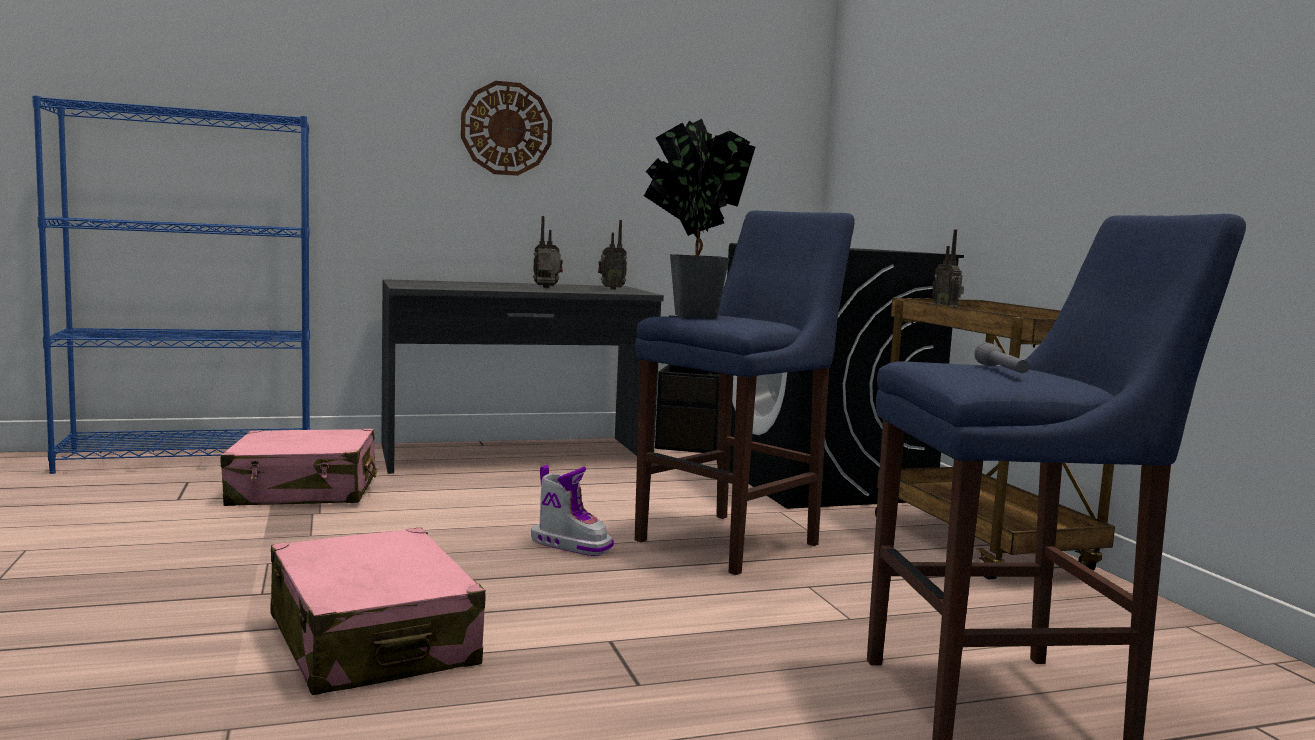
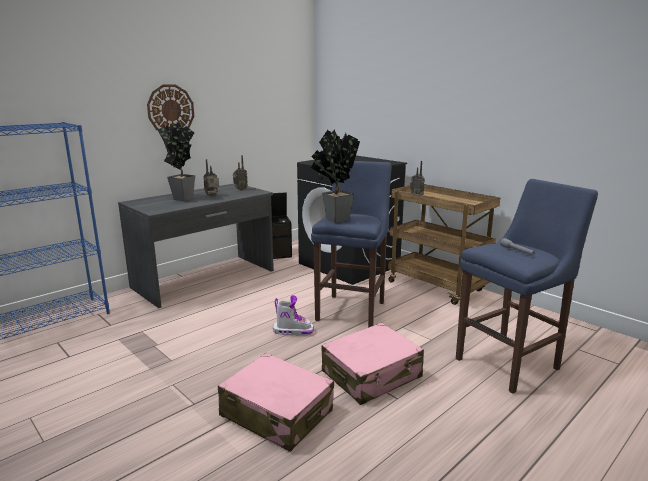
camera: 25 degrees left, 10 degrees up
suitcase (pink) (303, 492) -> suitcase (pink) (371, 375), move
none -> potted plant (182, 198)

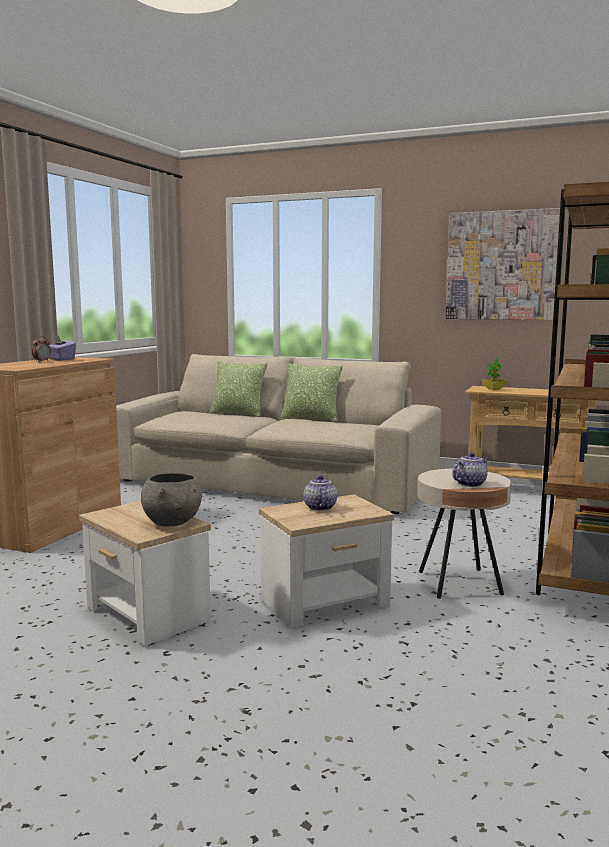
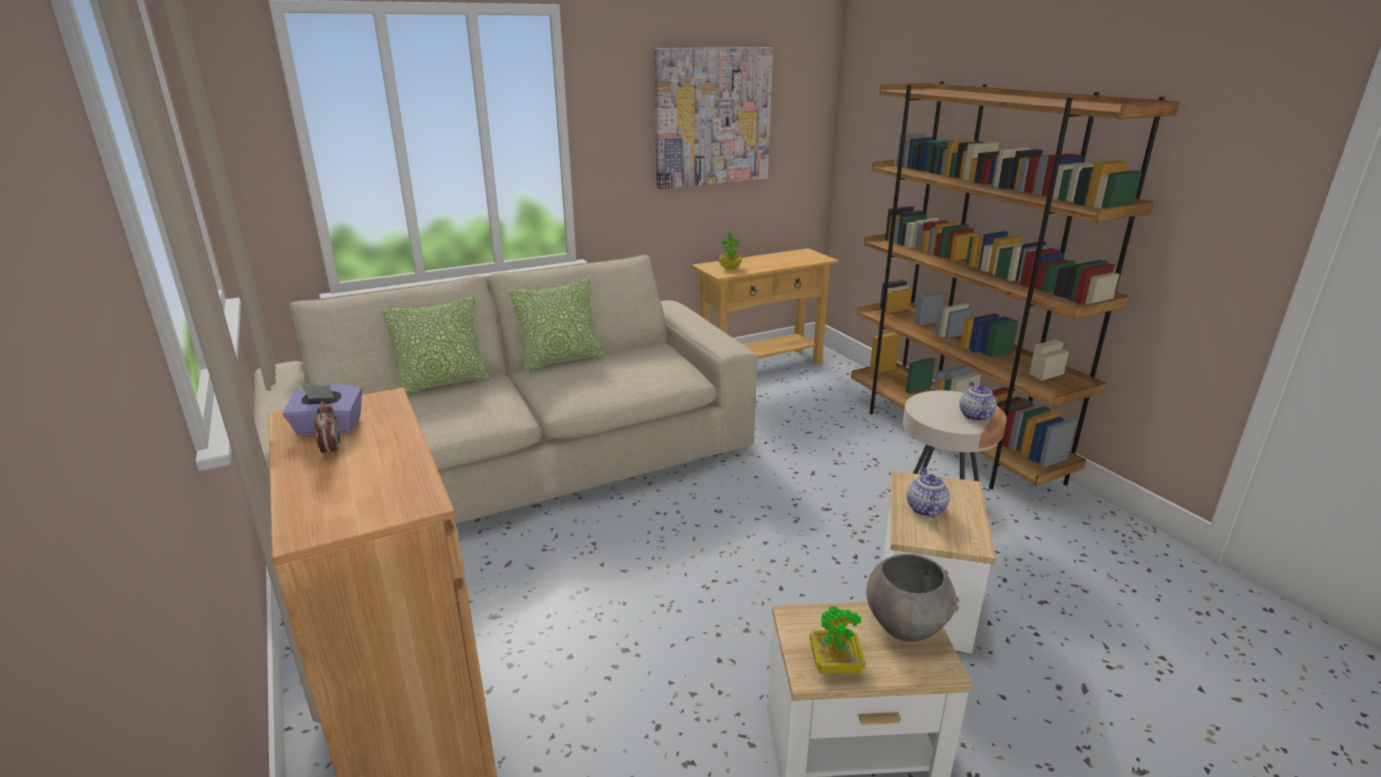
camera: 50 degrees left, 15 degrees up
teapot (319, 507) -> teapot (925, 508), 60 degrees clockwise
none -> potted plant (835, 665)

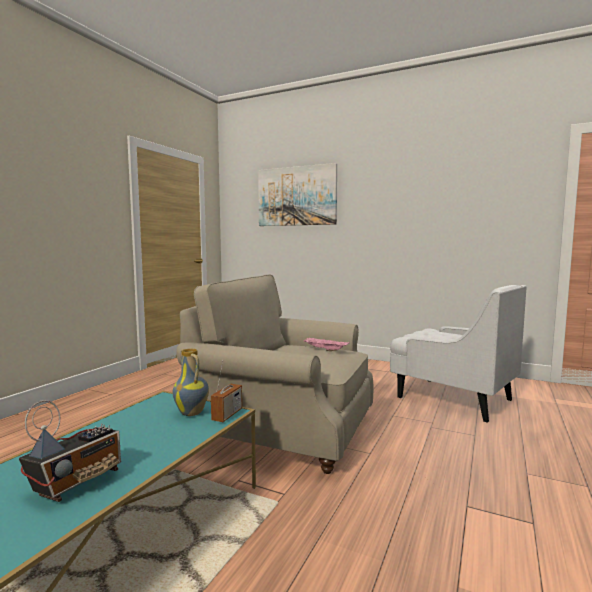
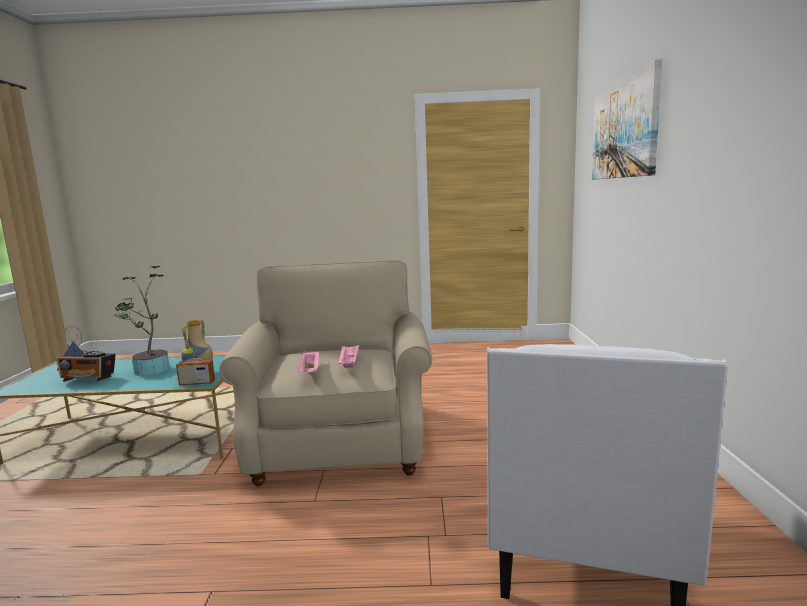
camera: 65 degrees right, 5 degrees up
none -> potted plant (150, 371)
none -> tray (pink) (310, 371)

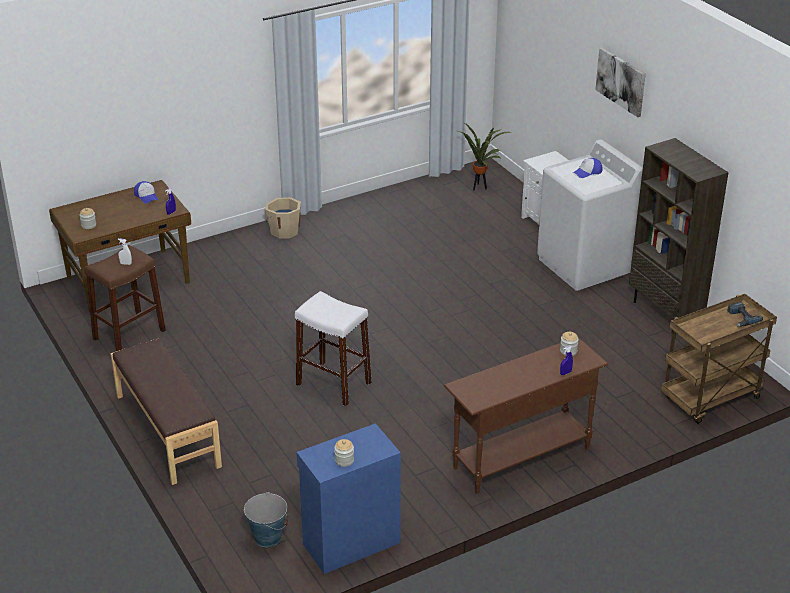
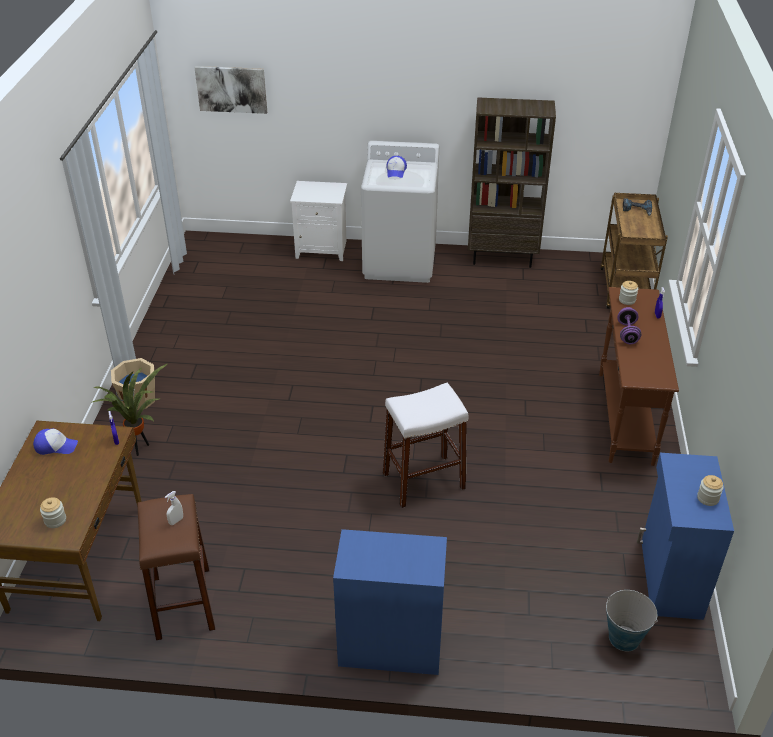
camera: 55 degrees left, 5 degrees up
bench (brown) (166, 431) -> cabinet (blue) (389, 645)
potted plant (479, 188) -> potted plant (140, 448), move
picture (621, 81) -> picture (231, 89), move
none -> dumbbell (purple) (627, 333)

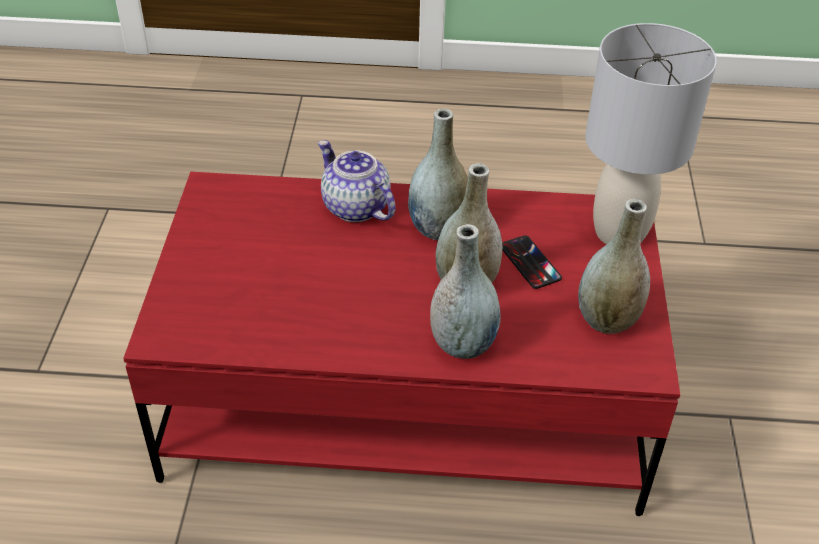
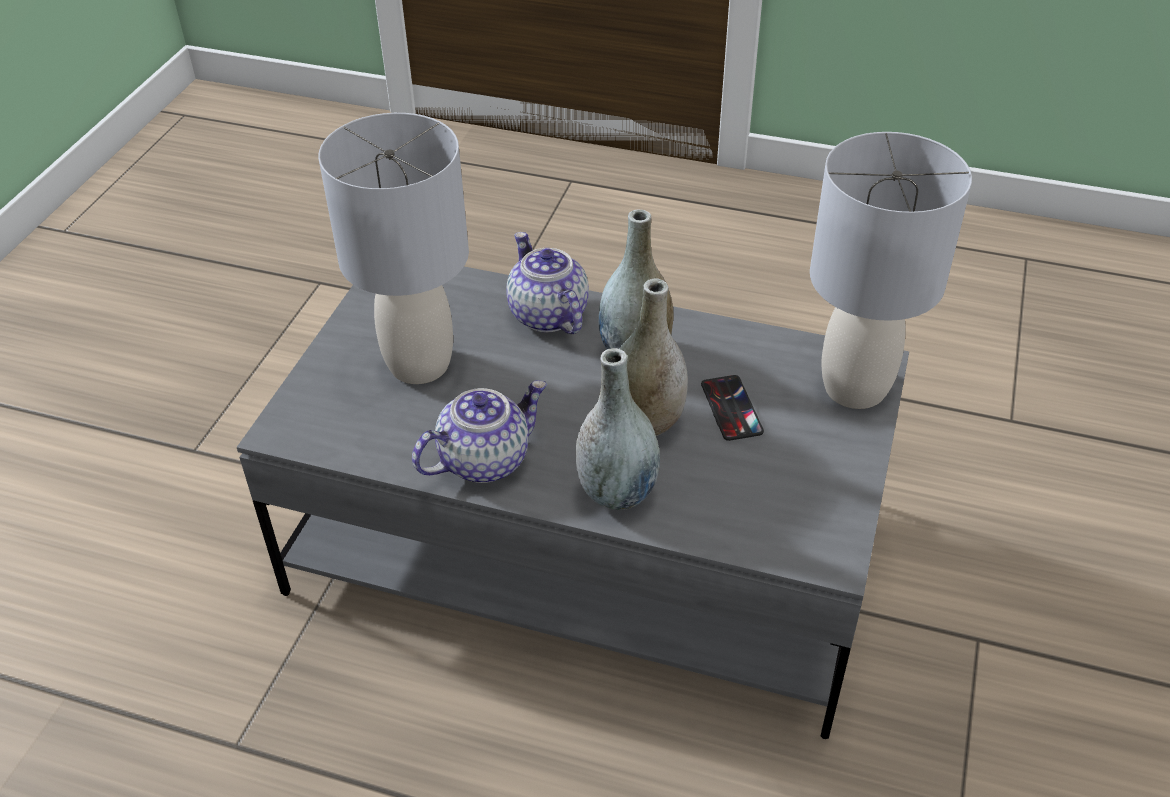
camera: 15 degrees right, 0 degrees up
coffee table (red) (405, 397) -> coffee table (grey) (586, 548)
vase (grey) (607, 320) -> none
none -> table lamp (grey) (418, 364)
none -> teapot (484, 459)

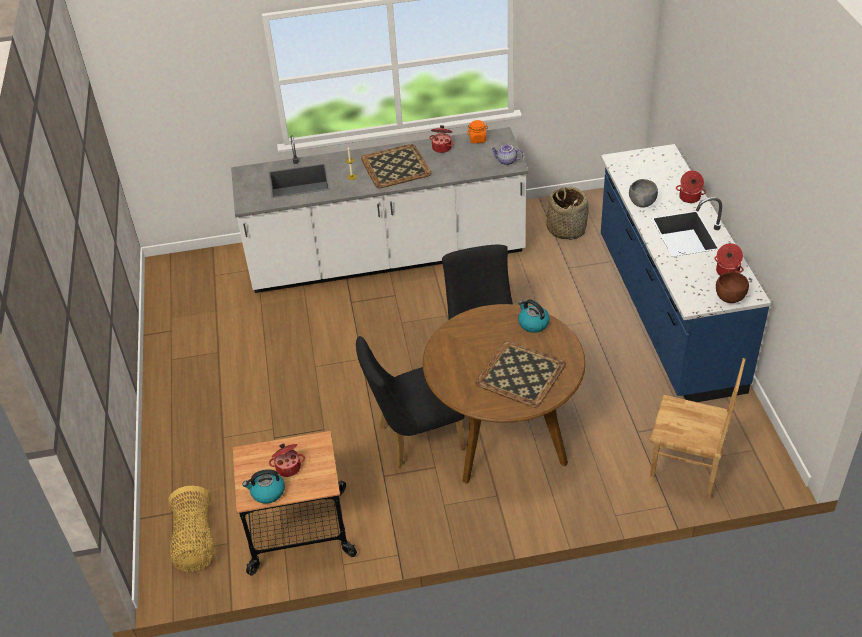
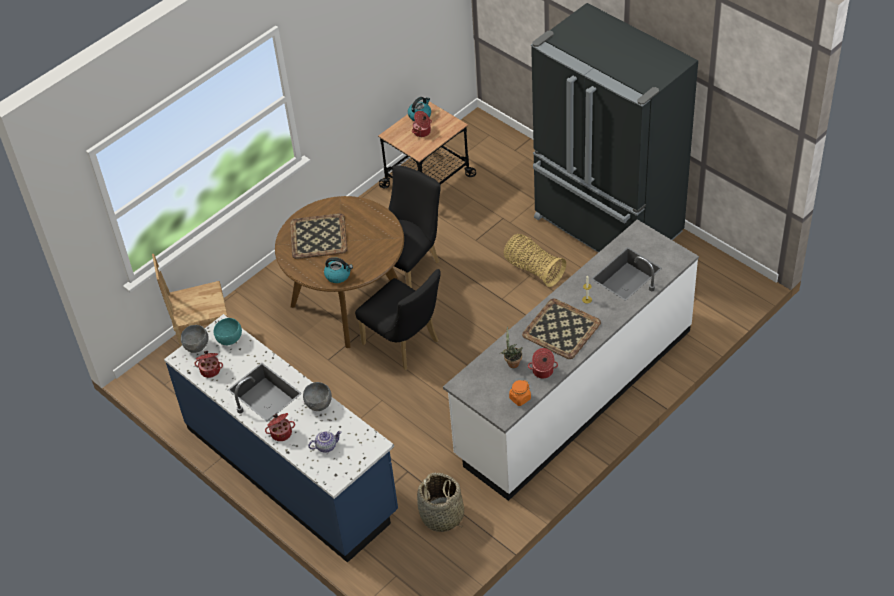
camera: 145 degrees right, 5 degrees up
basket (195, 542) -> basket (533, 269), move
teapot (506, 161) -> teapot (326, 446), move
bowl (brown) (729, 298) -> bowl (grey) (197, 346)
none -> bowl (turquoise) (230, 339)
none -> potted plant (512, 362)
none -> fridge (black) (606, 226)

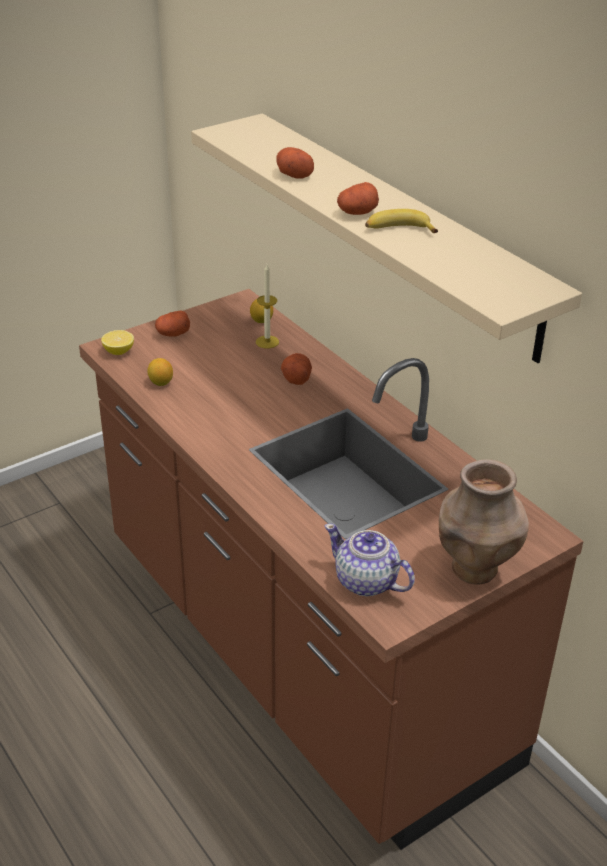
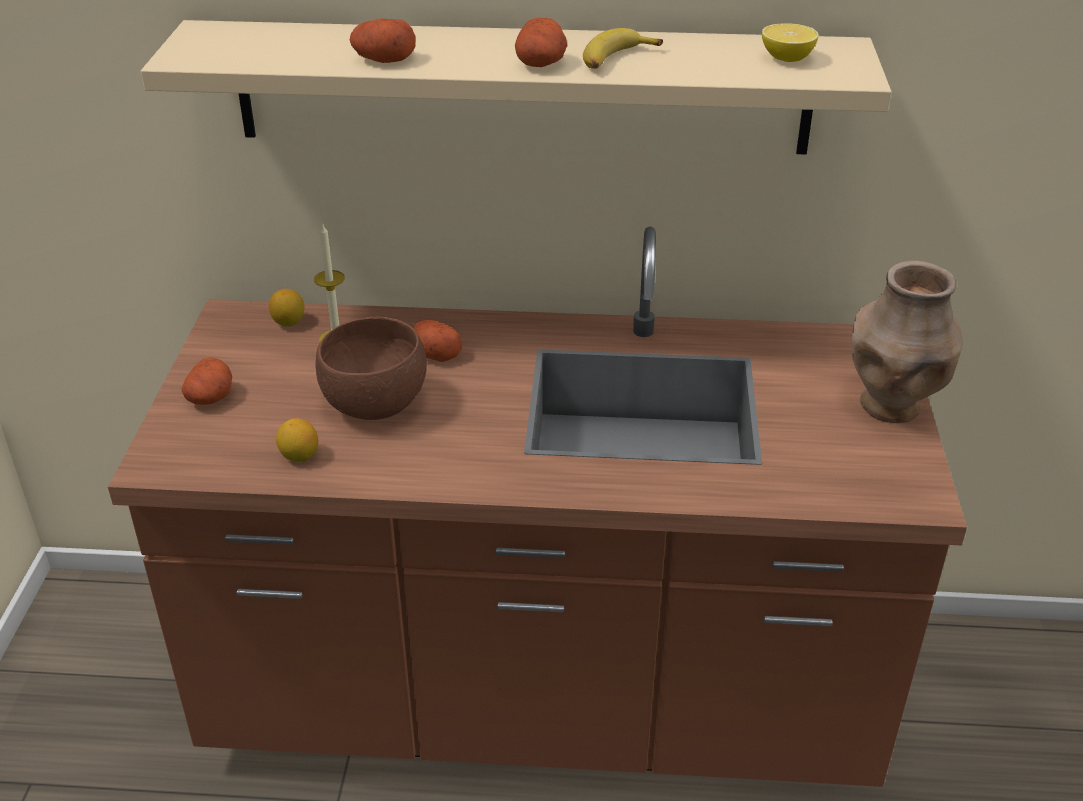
camera: 50 degrees left, 0 degrees up
lemon (118, 351) -> lemon (787, 58), move
teapot (366, 582) -> none
none -> bowl (brown) (374, 404)

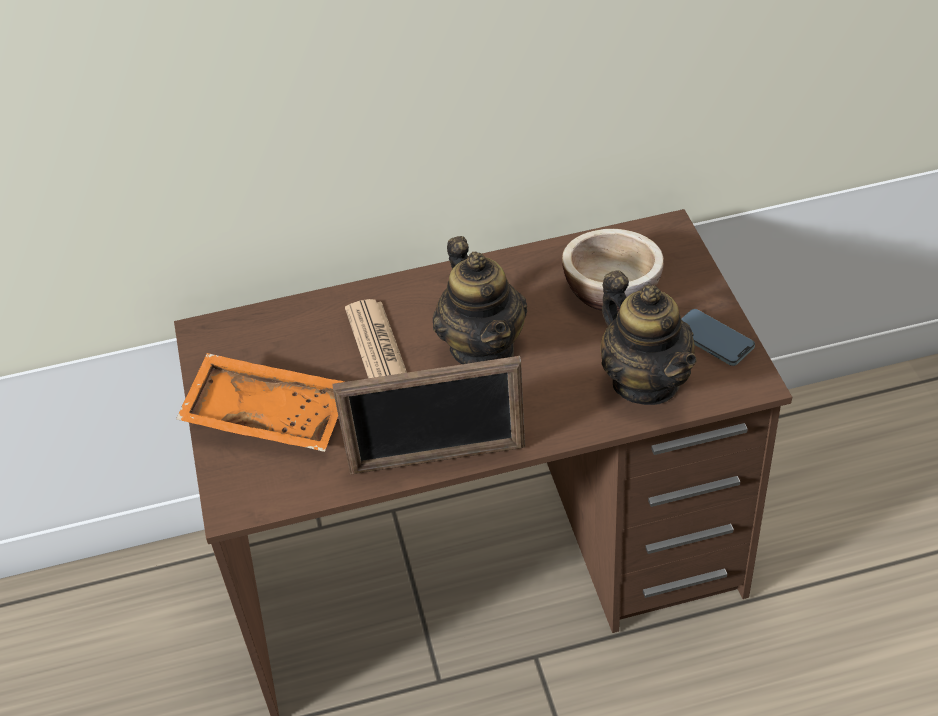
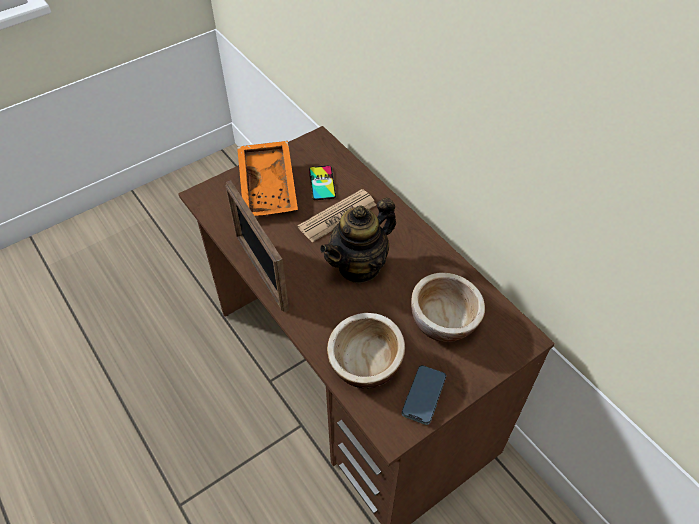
camera: 65 degrees right, 5 degrees up
teapot (645, 381) -> bowl (366, 363)
none -> phone (322, 183)

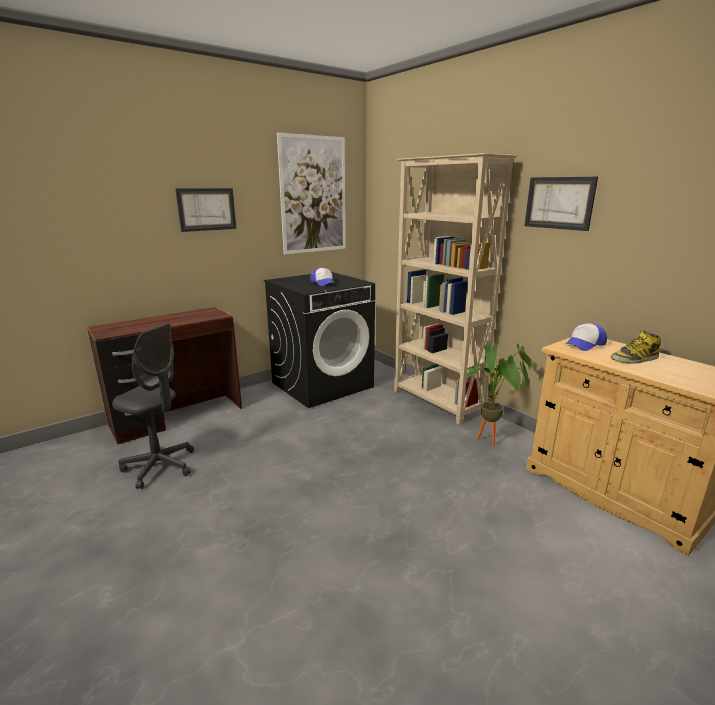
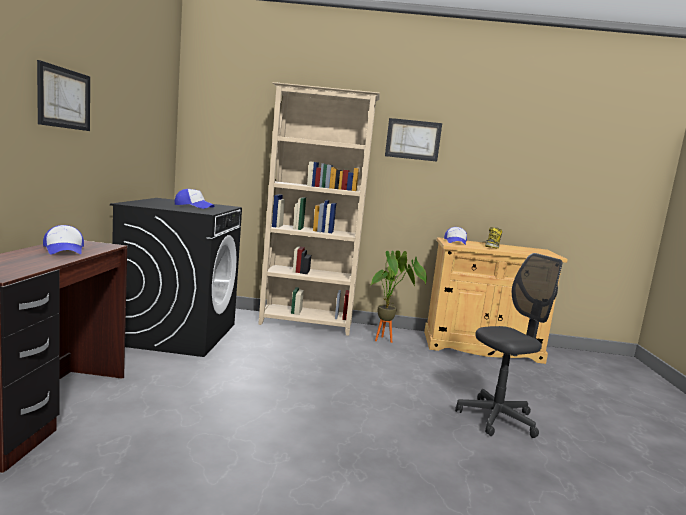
camera: 50 degrees left, 10 degrees down
office chair (grey) (160, 466) -> office chair (grey) (497, 419), move
picture (313, 195) -> none
none -> cap (64, 250)

